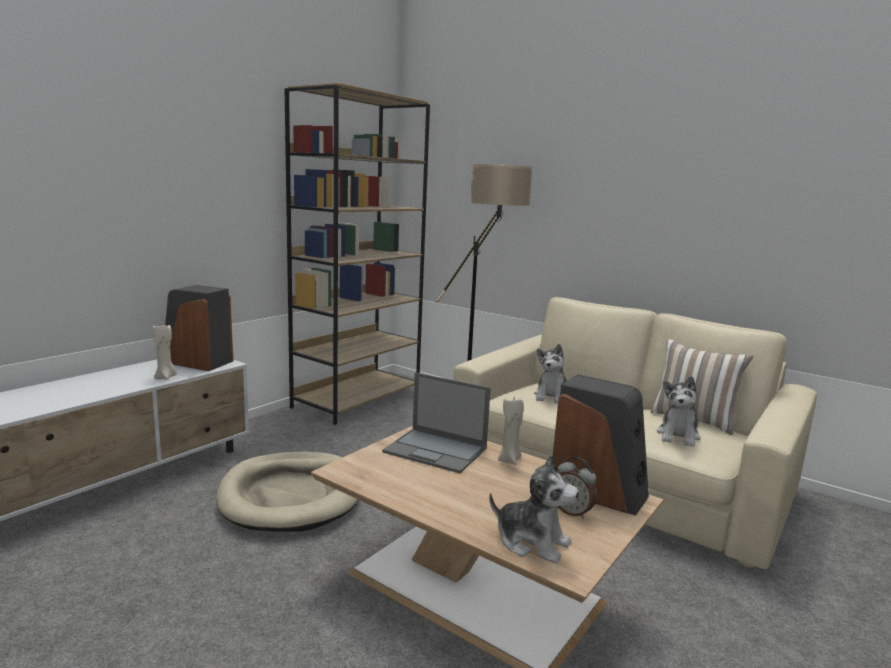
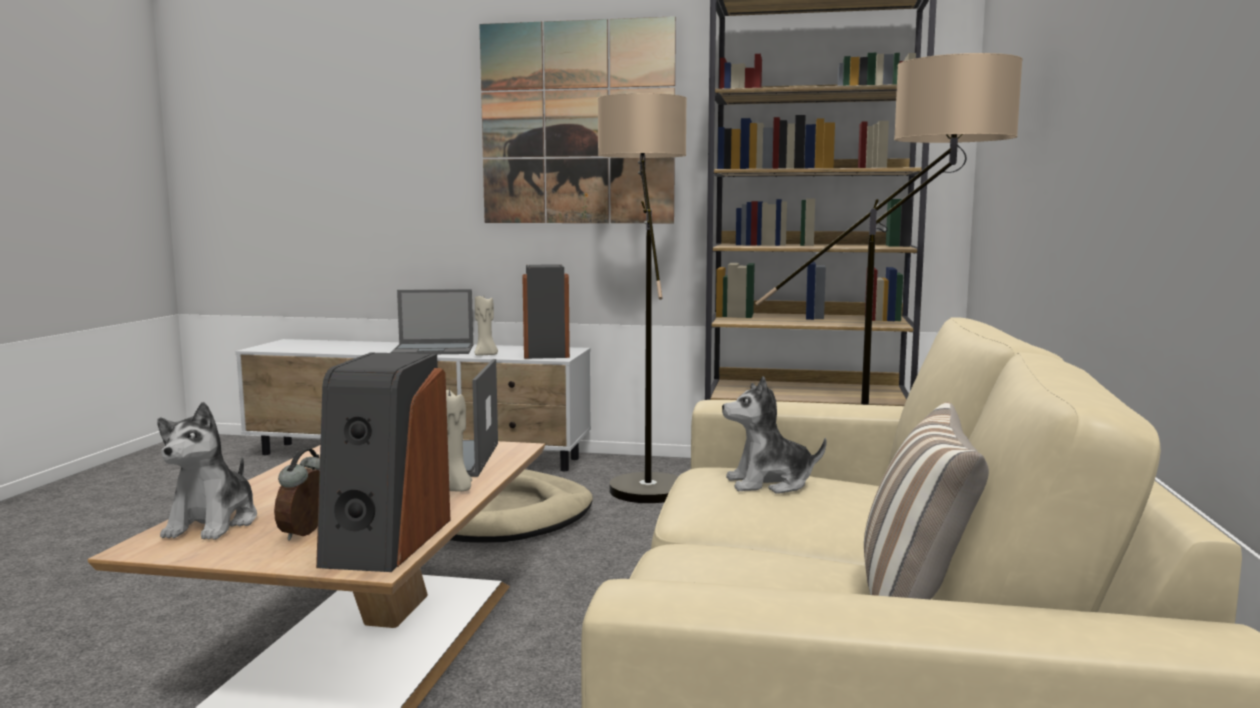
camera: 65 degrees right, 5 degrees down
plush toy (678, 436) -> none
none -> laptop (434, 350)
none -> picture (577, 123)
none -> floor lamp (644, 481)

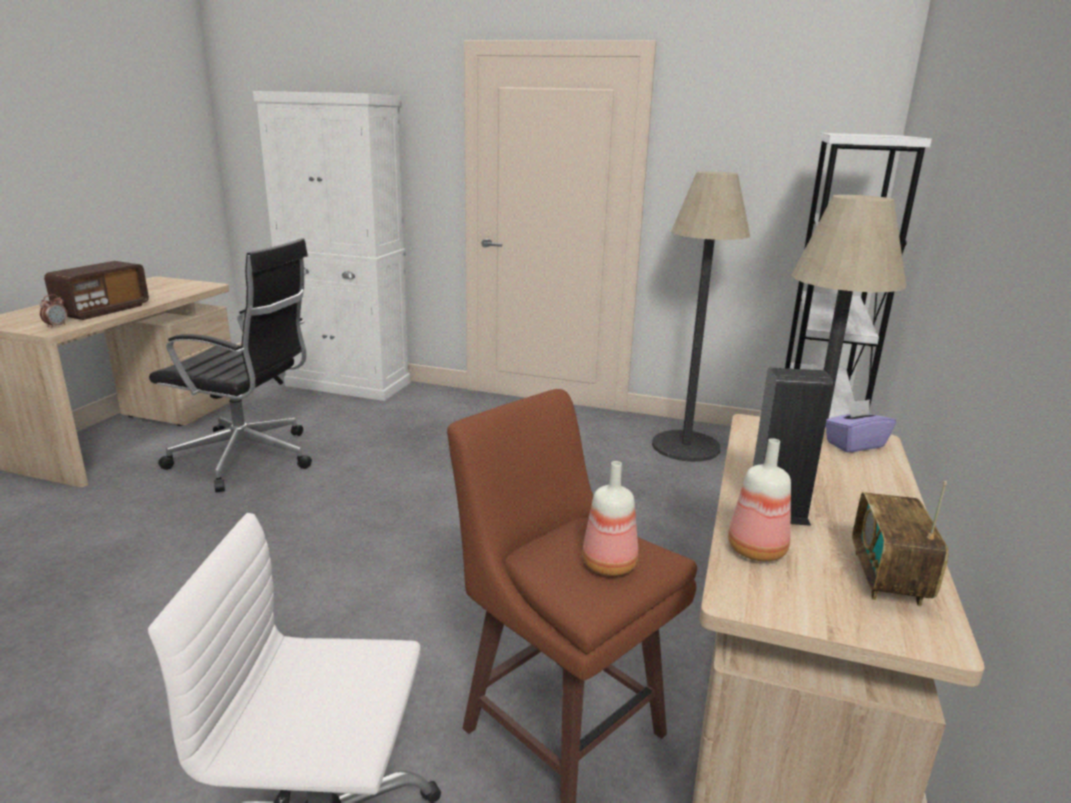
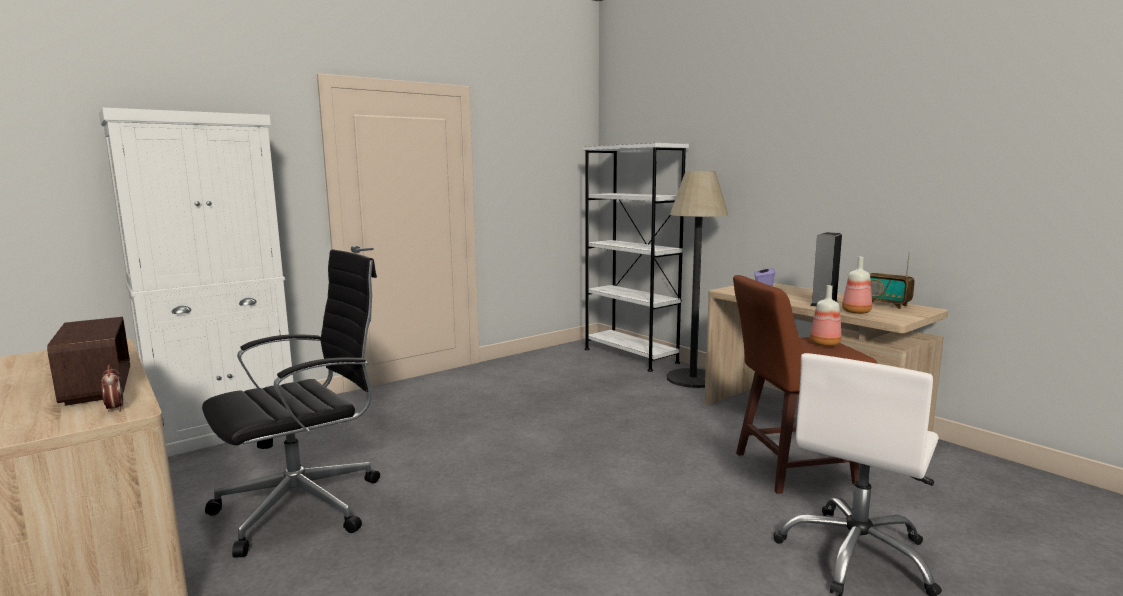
camera: 55 degrees left, 10 degrees down
floor lamp (686, 446) -> none

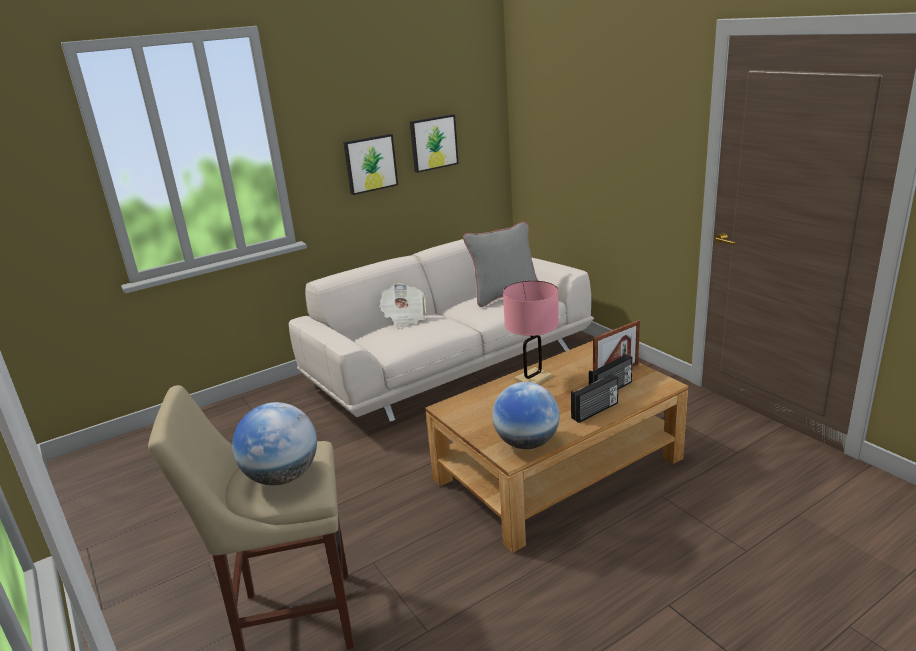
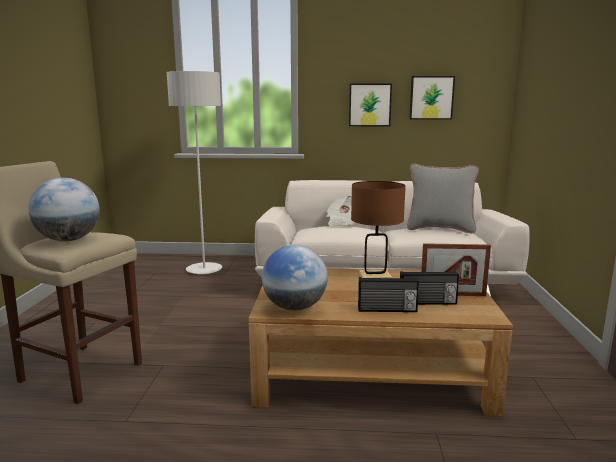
camera: 35 degrees right, 10 degrees down
table lamp (pink) (533, 378) -> table lamp (brown) (375, 276)
none -> floor lamp (grey) (204, 270)

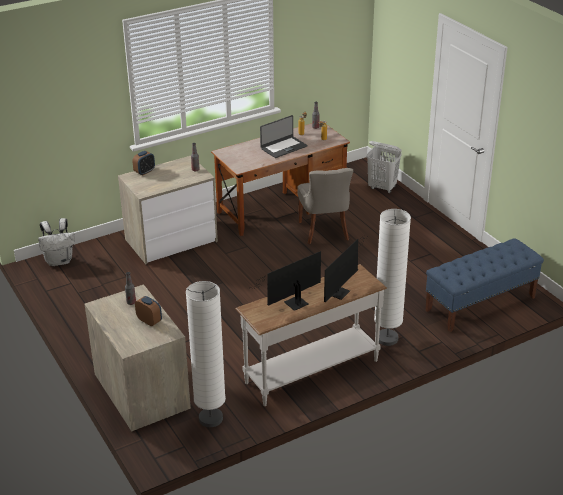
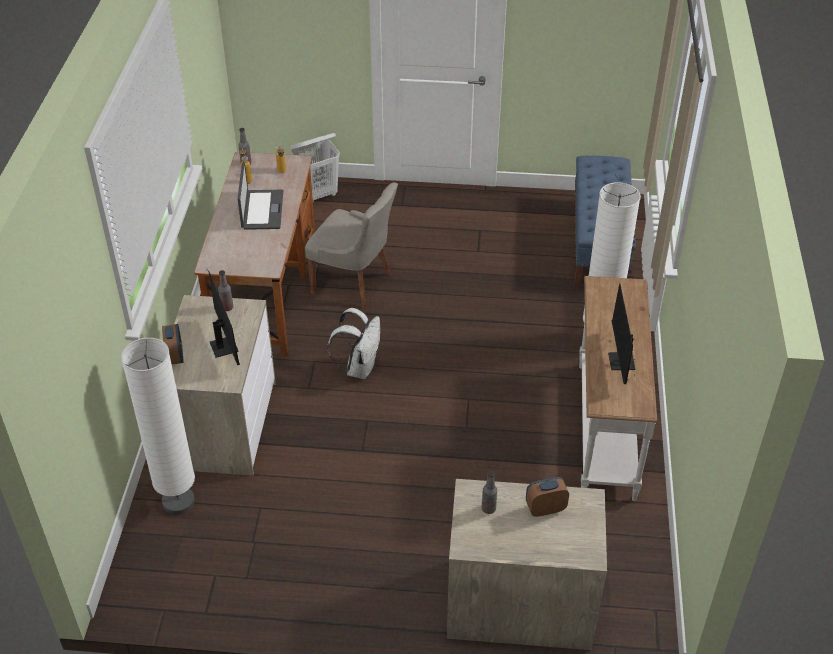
camera: 55 degrees left, 10 degrees up
backpack (white) (59, 261) -> backpack (white) (359, 367), move
floor lamp (white) (211, 419) -> floor lamp (white) (178, 501), move
monitor (340, 291) -> monitor (224, 343), move

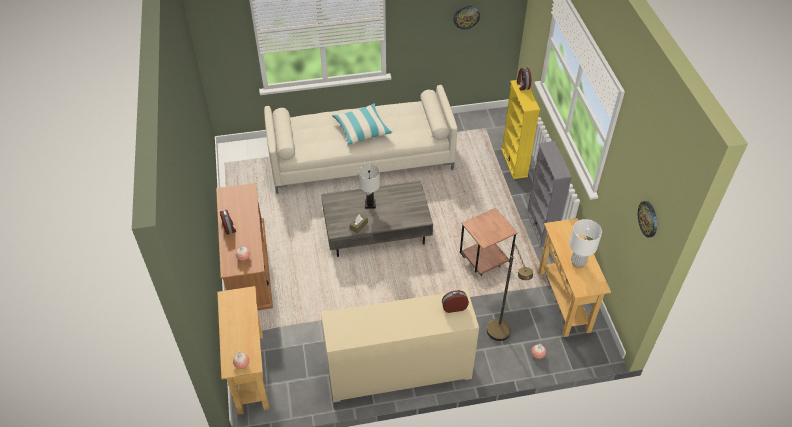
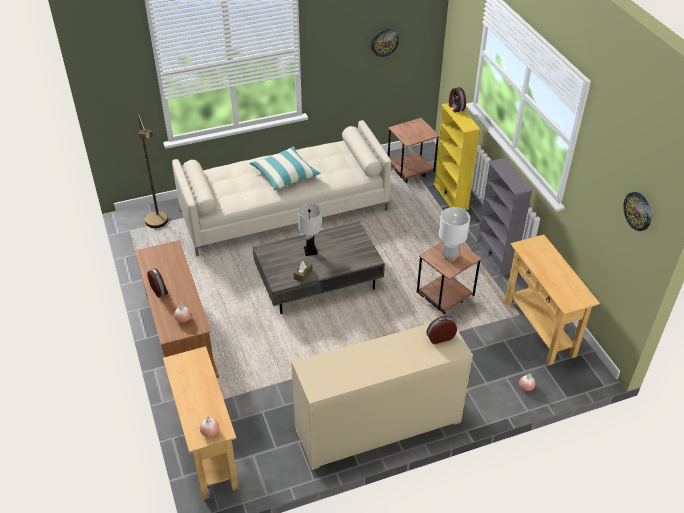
camera: 10 degrees left, 5 degrees down
floor lamp (brown) (501, 336) -> floor lamp (brown) (159, 225), move
table lamp (white) (578, 263) -> table lamp (white) (450, 257), move
none -> side table (brown) (410, 174)

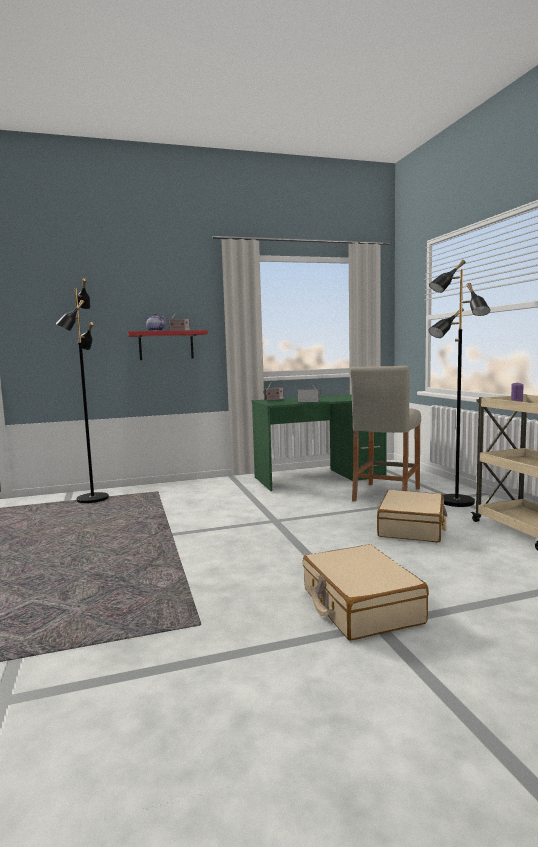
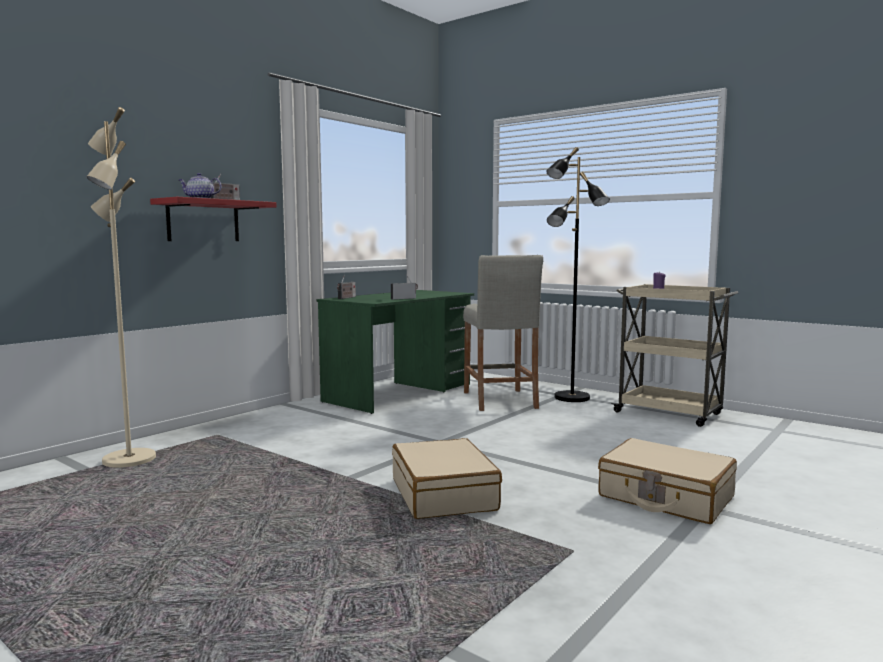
camera: 35 degrees left, 0 degrees up
floor lamp (black) (92, 499) -> floor lamp (beige) (127, 460)
suitcase (beige) (412, 527) -> suitcase (beige) (444, 494), move

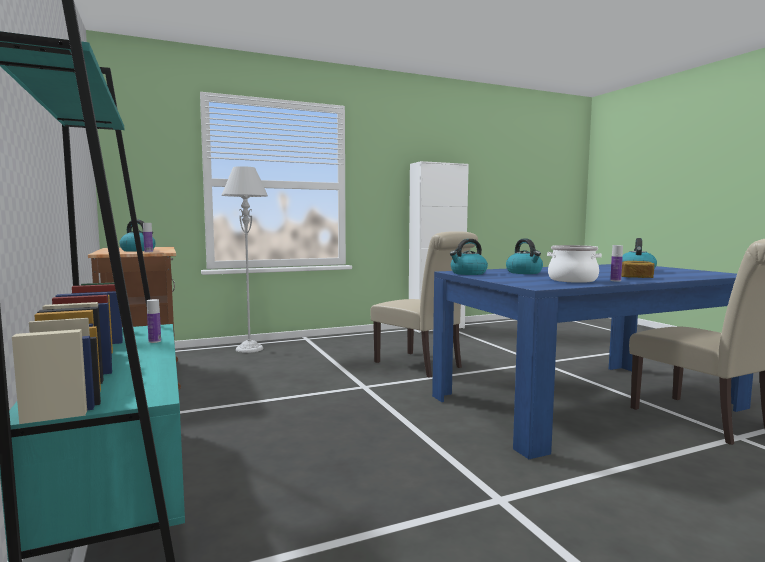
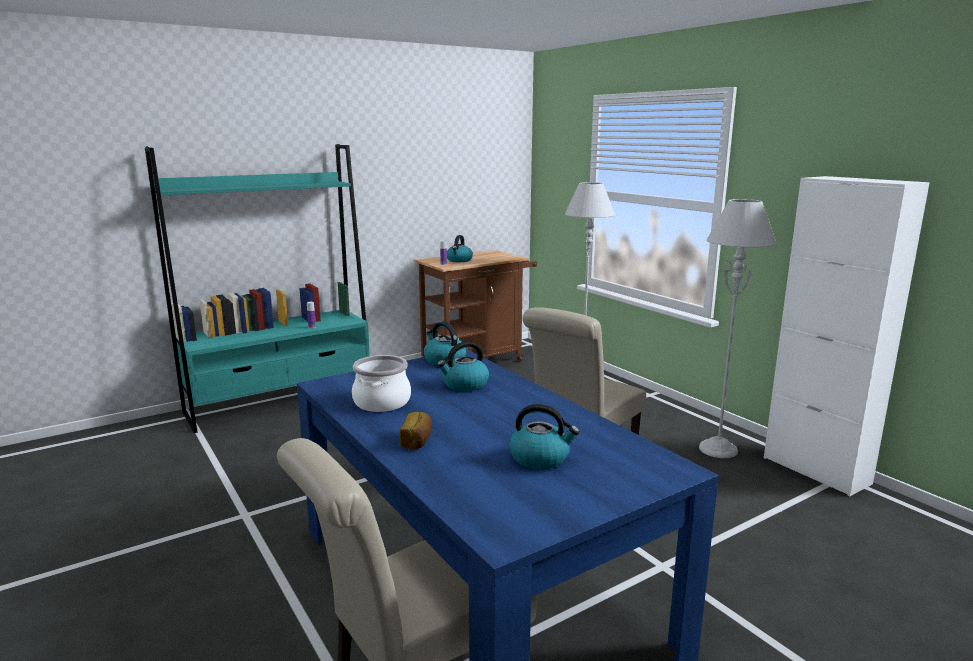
camera: 80 degrees right, 10 degrees up
bottle (615, 280) -> none
none -> floor lamp (grey) (718, 449)

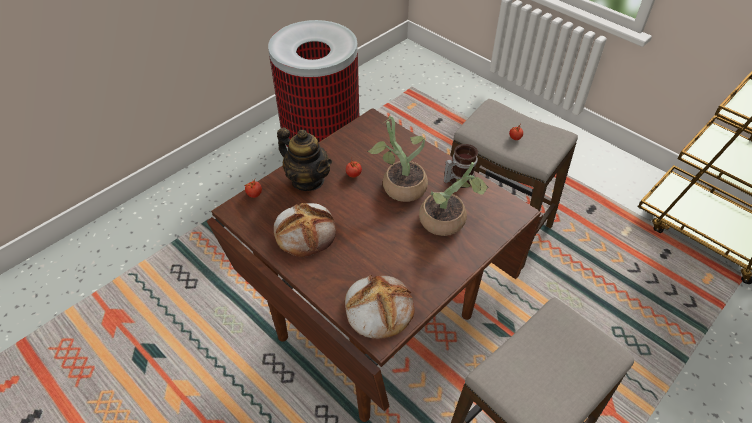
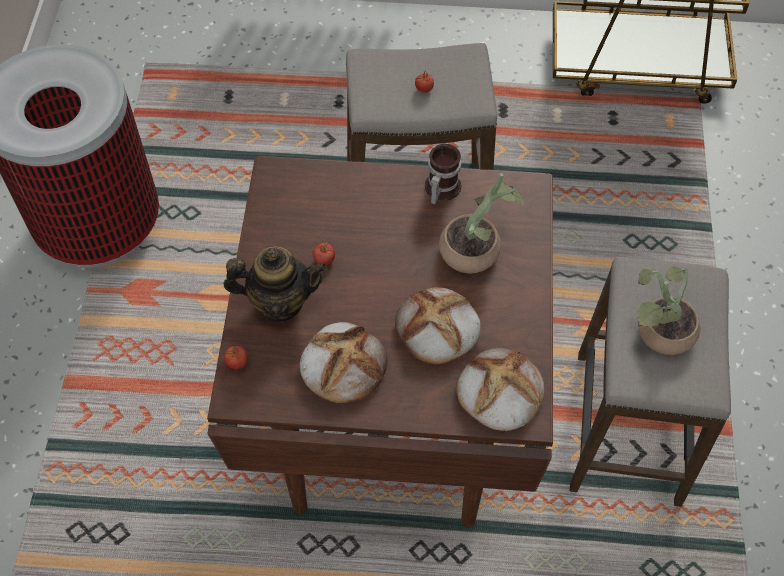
camera: 40 degrees left, 10 degrees up
potted plant (399, 186) -> potted plant (658, 333), move
none -> bread (437, 329)

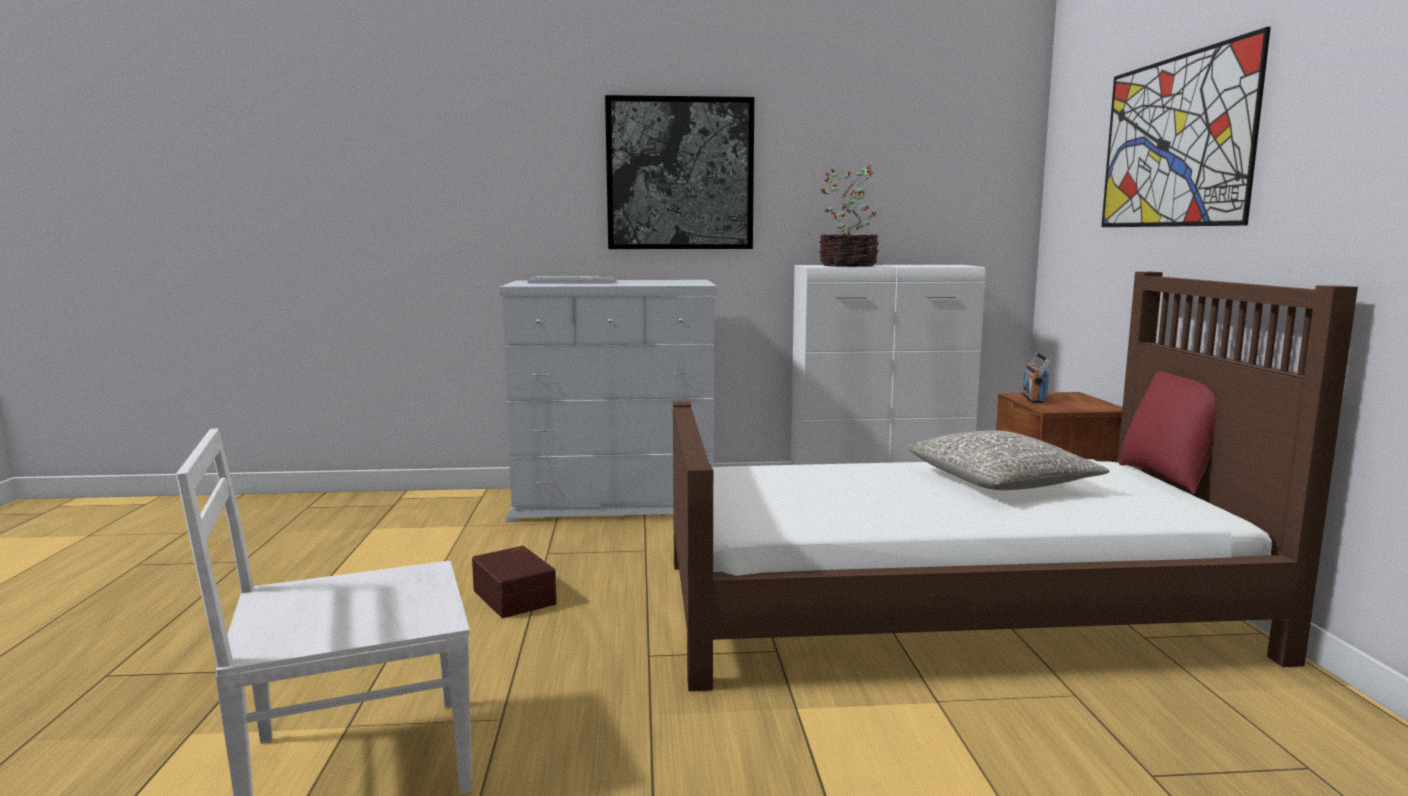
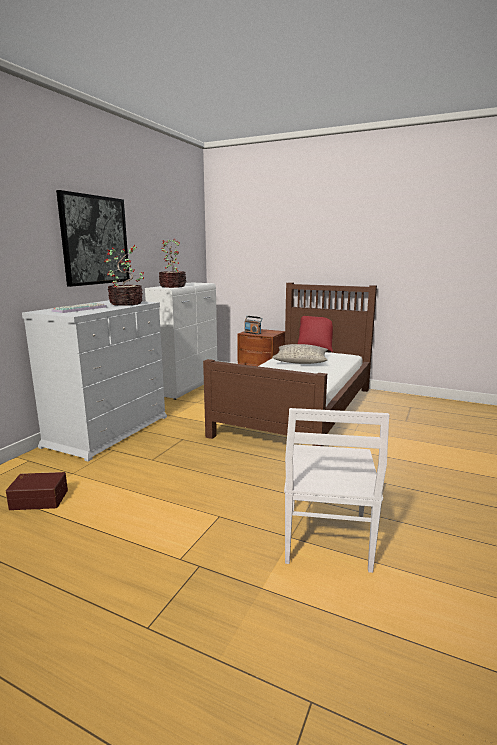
camera: 60 degrees left, 5 degrees up
storage box (brown) (516, 596) -> storage box (brown) (39, 499), move
picture (1174, 142) -> none
none -> potted plant (127, 303)

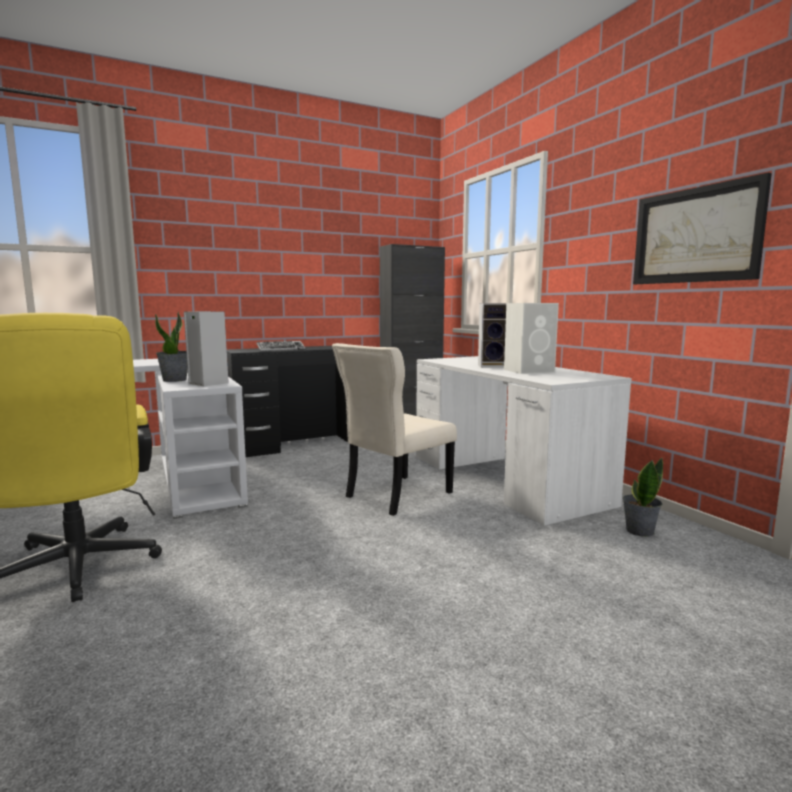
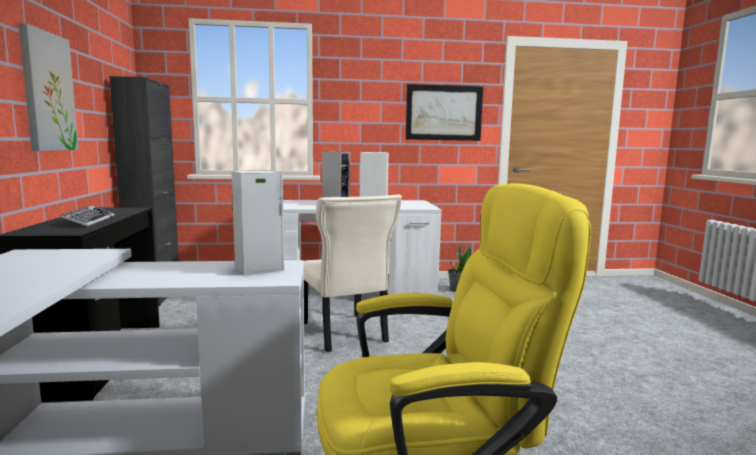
camera: 70 degrees left, 0 degrees up
potted plant (175, 380) -> none
none -> picture (47, 92)

